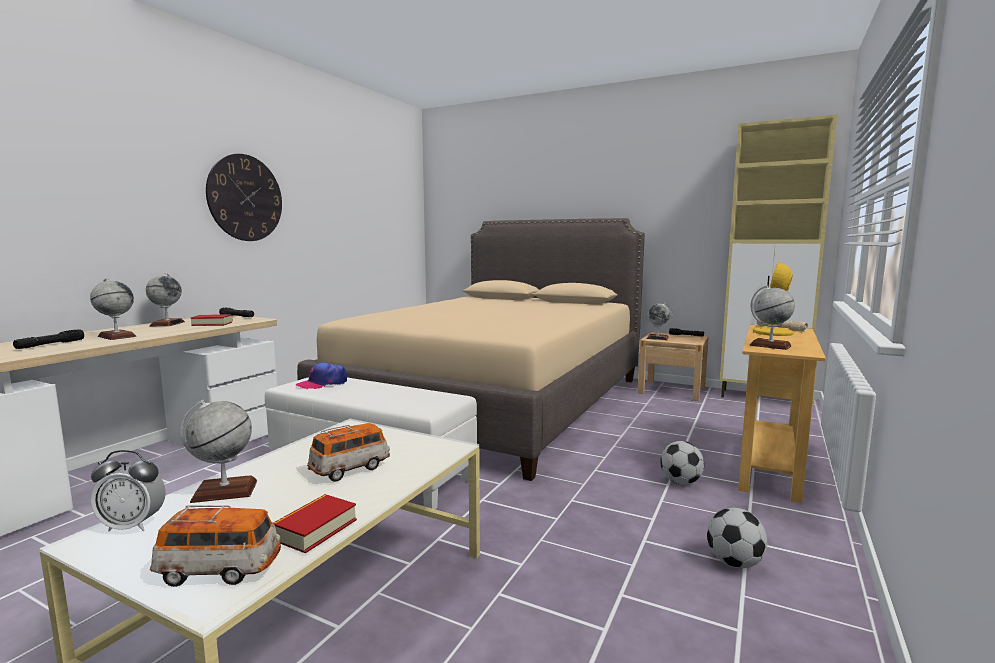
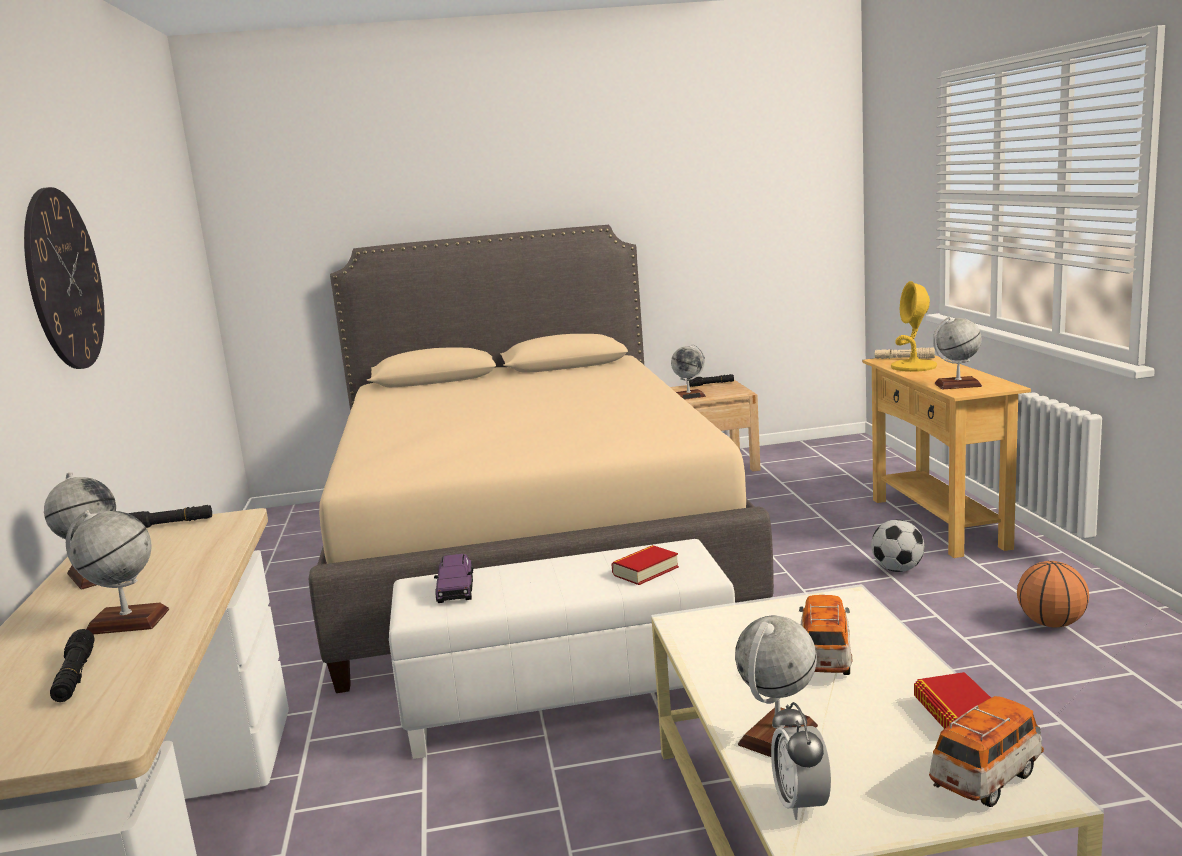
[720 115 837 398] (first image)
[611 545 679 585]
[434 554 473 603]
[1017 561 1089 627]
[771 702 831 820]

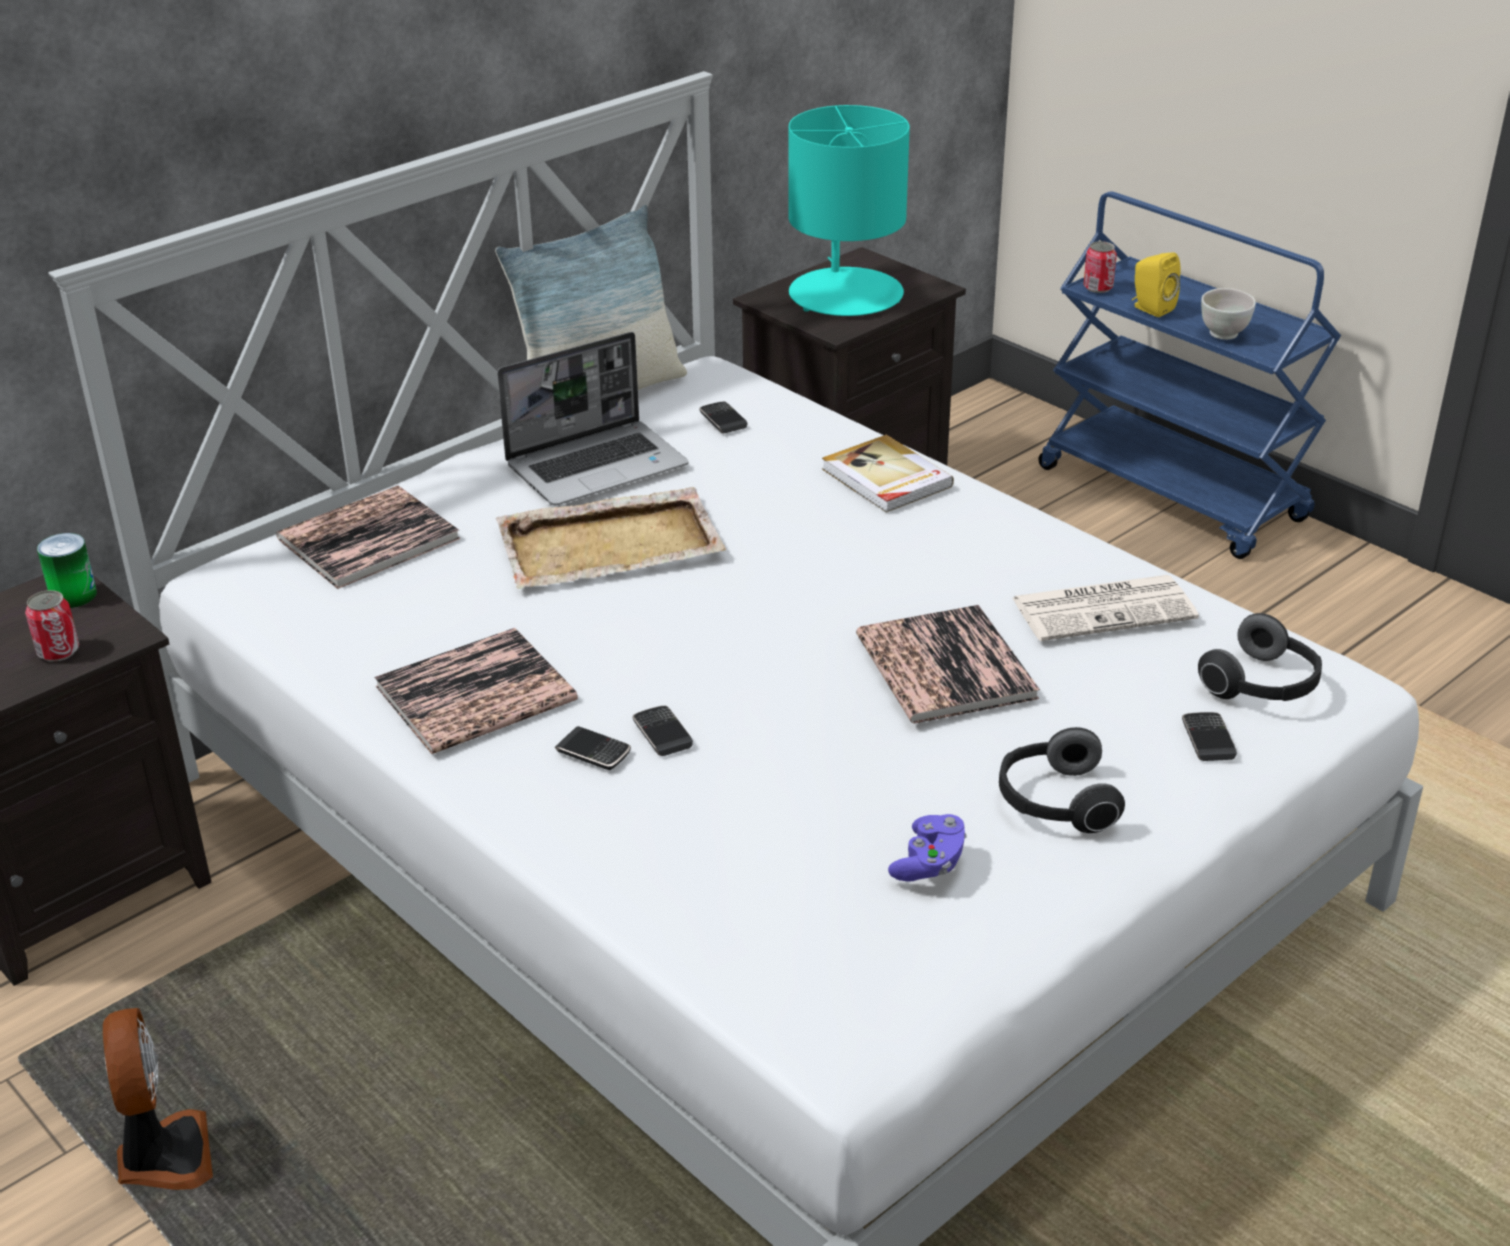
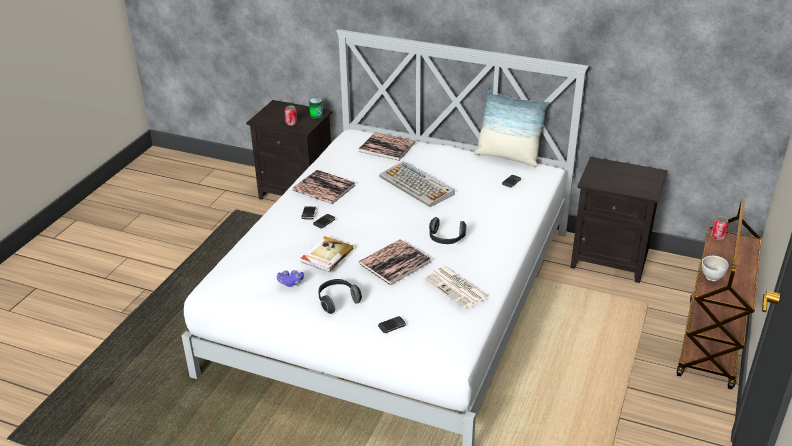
[103 1008 213 1190] (first image)
[497 332 689 506] (first image)
[789 105 910 316] (first image)
[1132 252 1181 317] (first image)
[301 236 353 272]
[429 217 467 244]
[379 161 455 207]
[676 200 762 389]

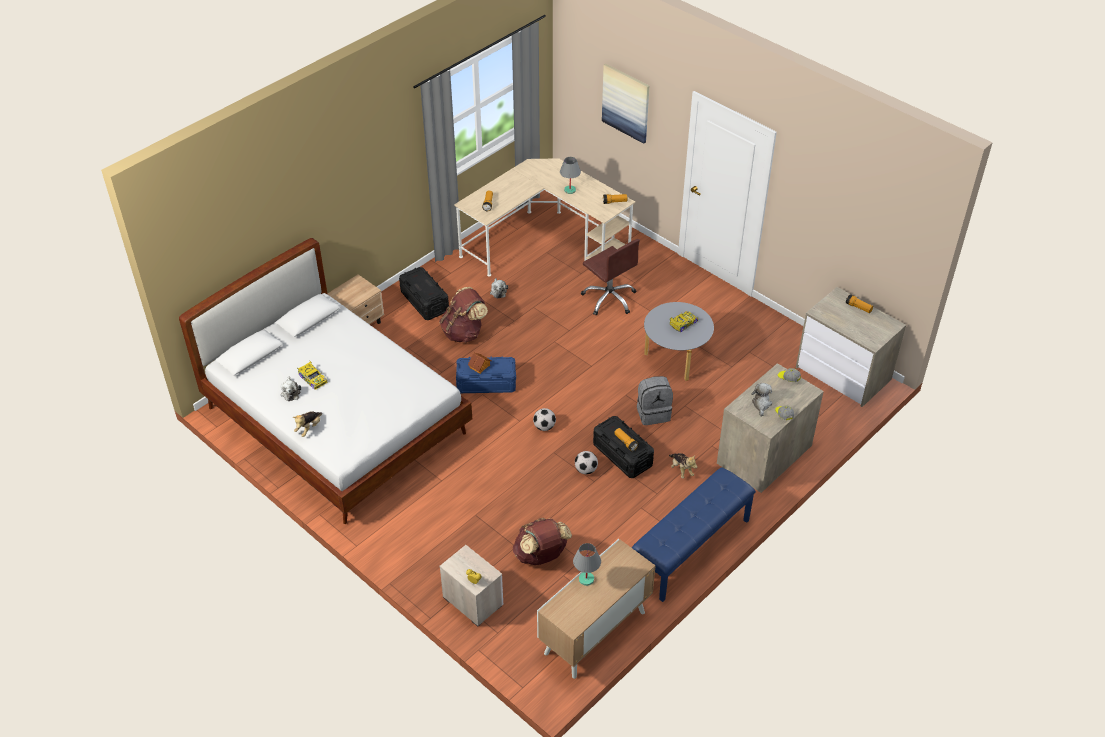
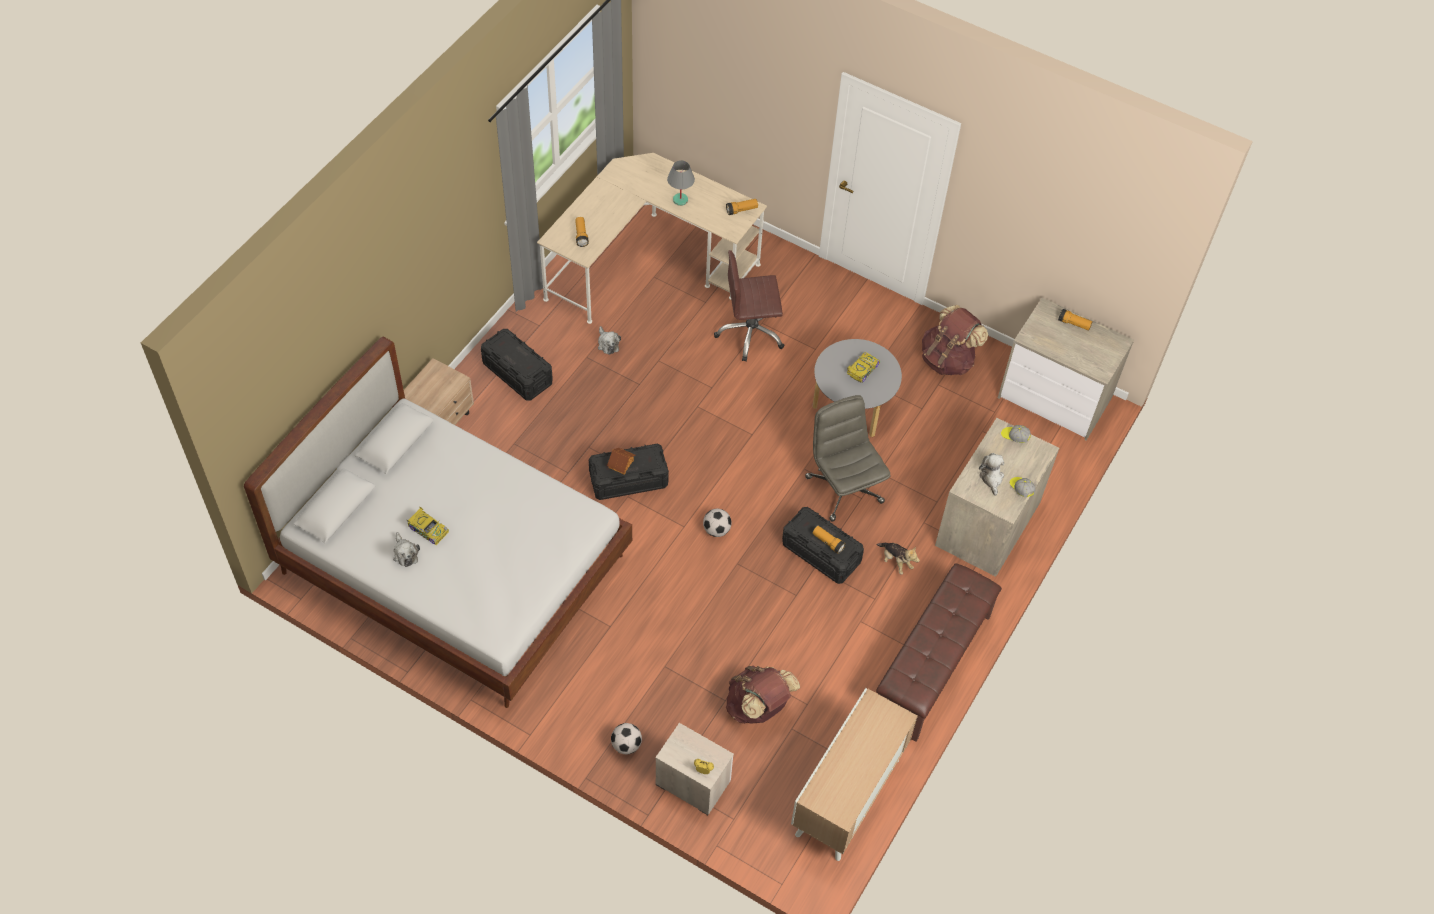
[293 411 322 437] (first image)
[573 543 601 586] (first image)
[602 64 649 144] (first image)
[922 305 988 376]
[611 723 642 754]
[805 395 890 522]
[589 444 669 500]
[876 564 1002 742]
[714 250 785 362]

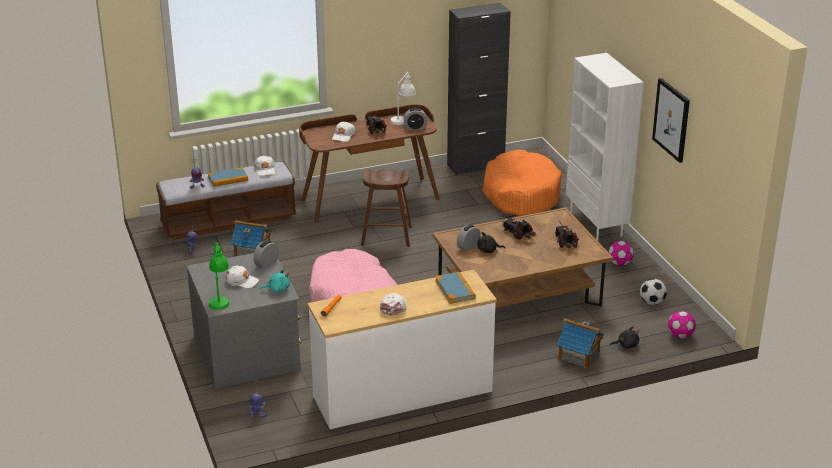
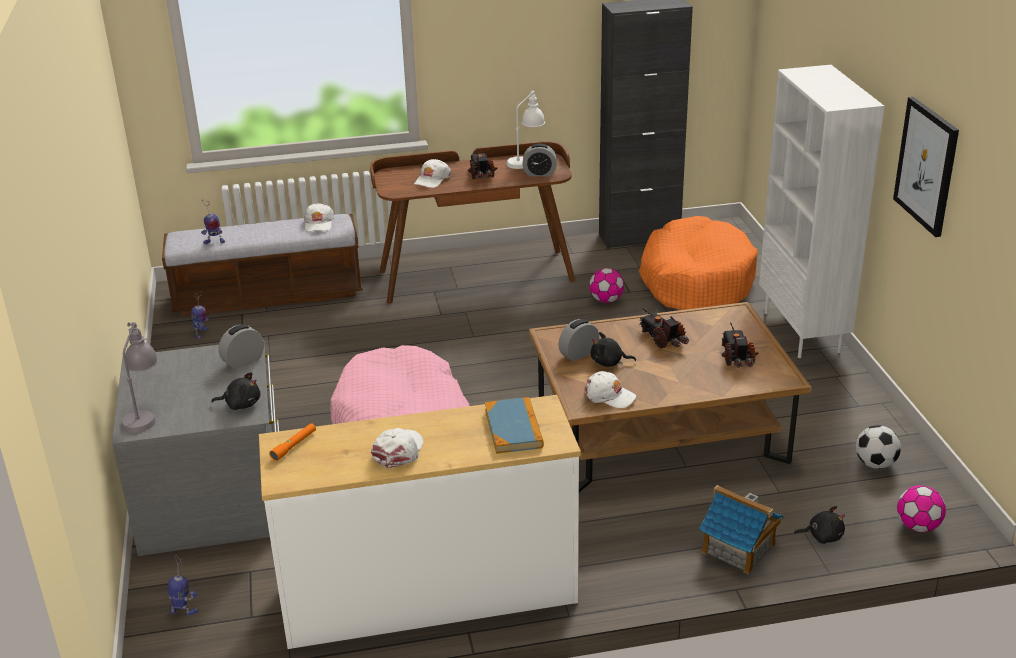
[208 167 248 187] (first image)
[230 220 272 257] (first image)
[361 169 412 247] (first image)
[584 371 636 408]
[589 268 624 303]
[121 322 159 433]
[211 372 261 410]

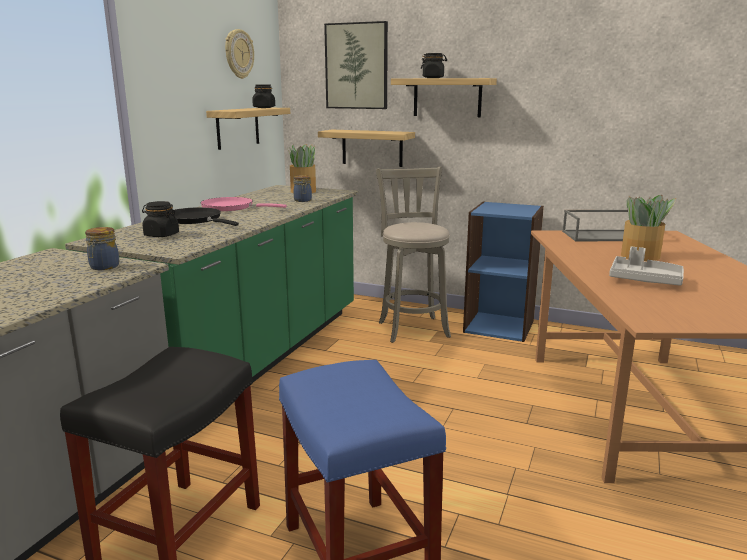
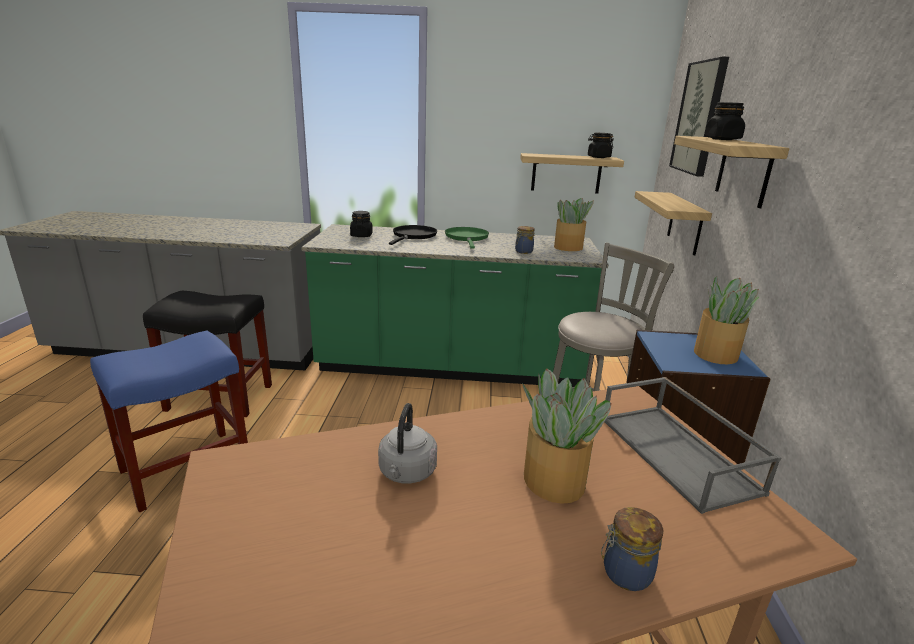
[225 29 254 79] (first image)
[694 276 759 364]
[601 507 663 591]
[378 403 437 484]
[445 227 489 249]

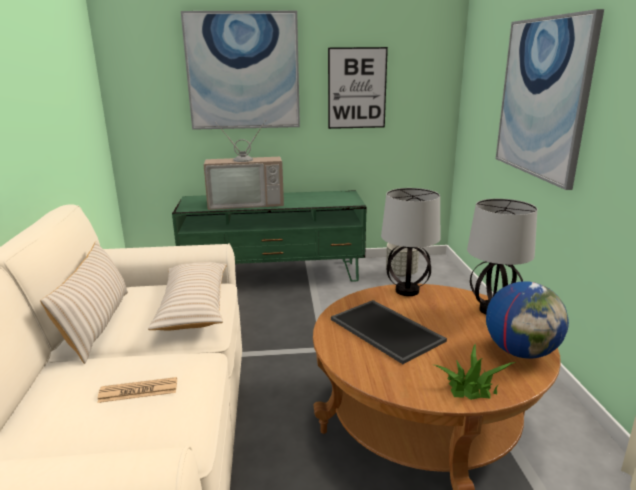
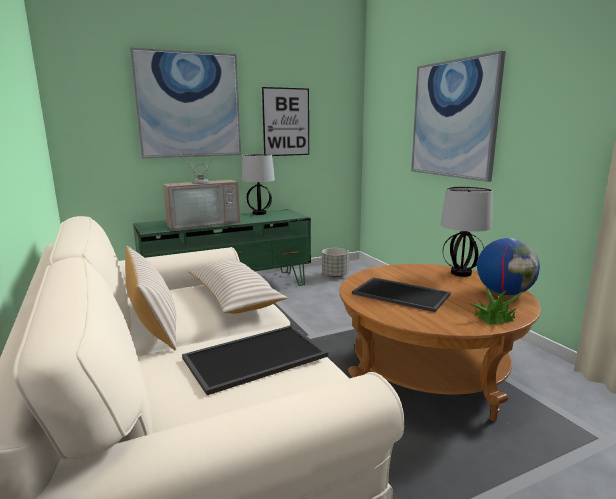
[242 154 275 215]
[182 325 328 395]

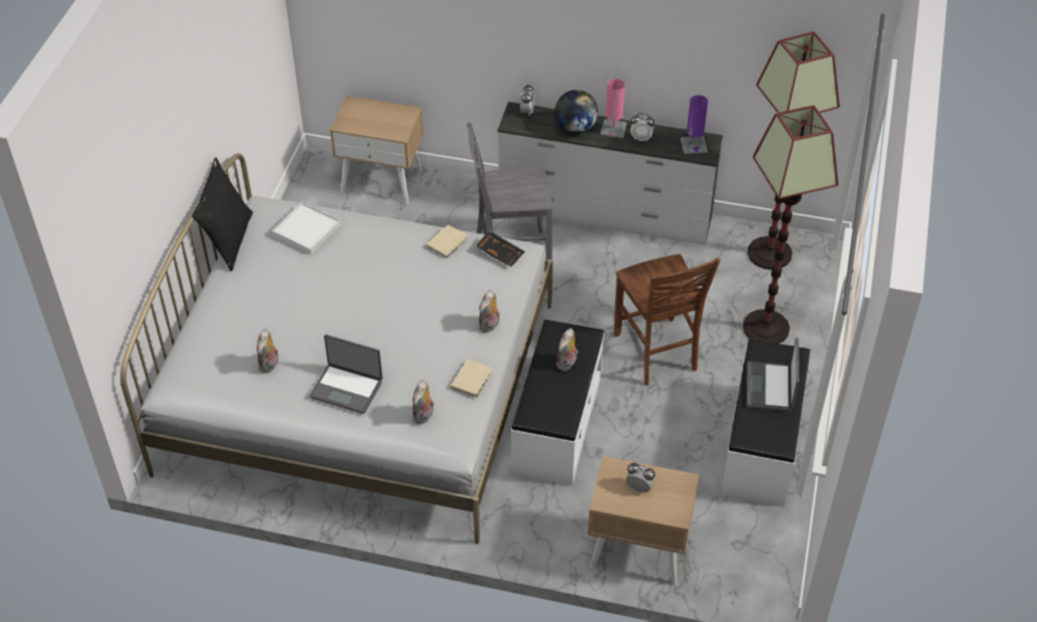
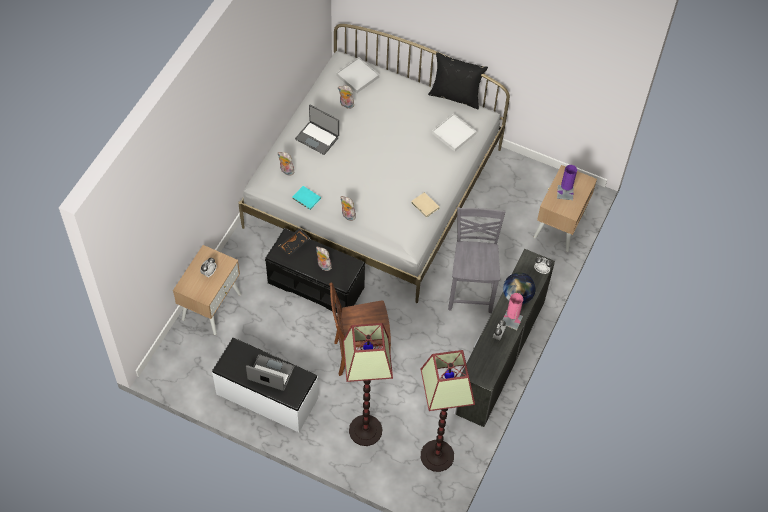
[336 57 379 93]
[279 228 310 256]
[557 165 577 200]
[292 186 321 210]
[265 228 365 313]
[295 105 339 155]

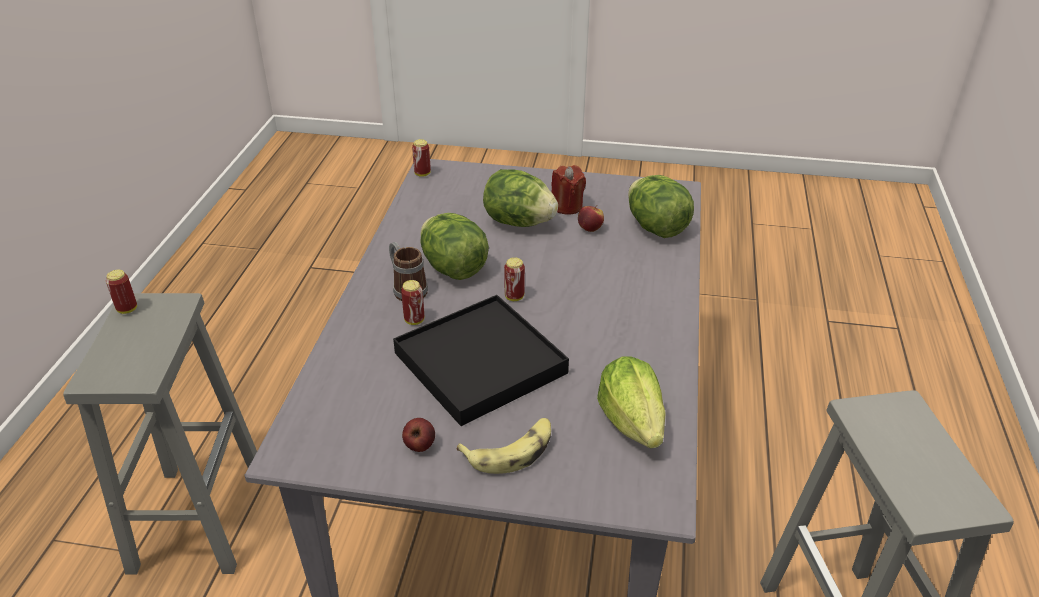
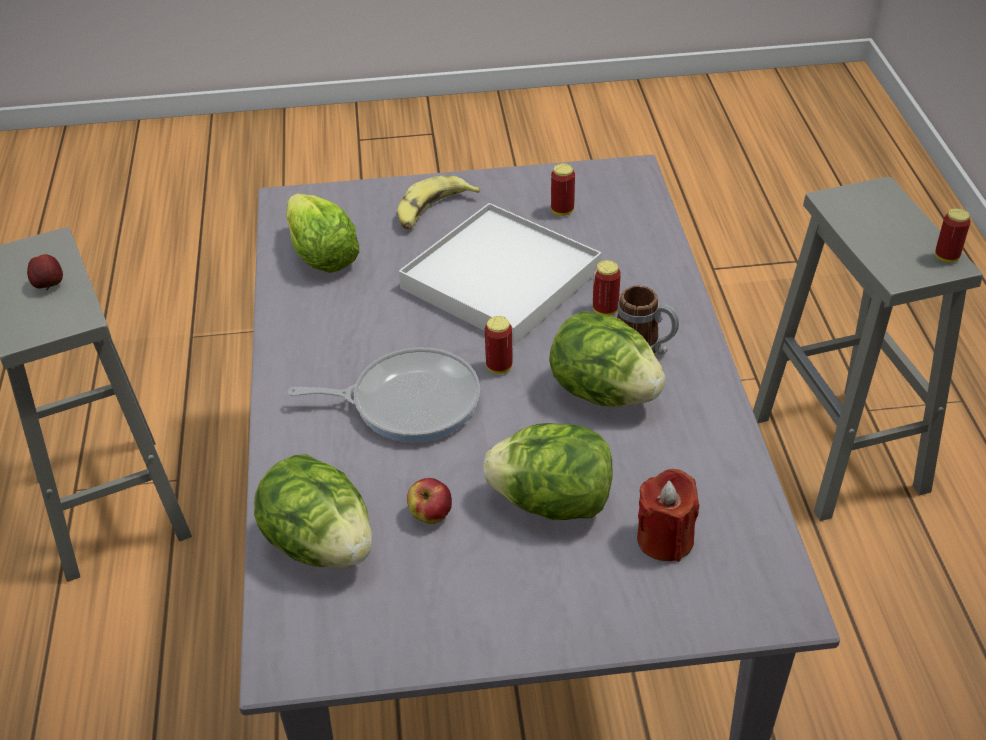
[288 347 480 442]
[27 254 63 290]
[551 163 575 216]
[637 469 699 562]
[399 203 602 346]

